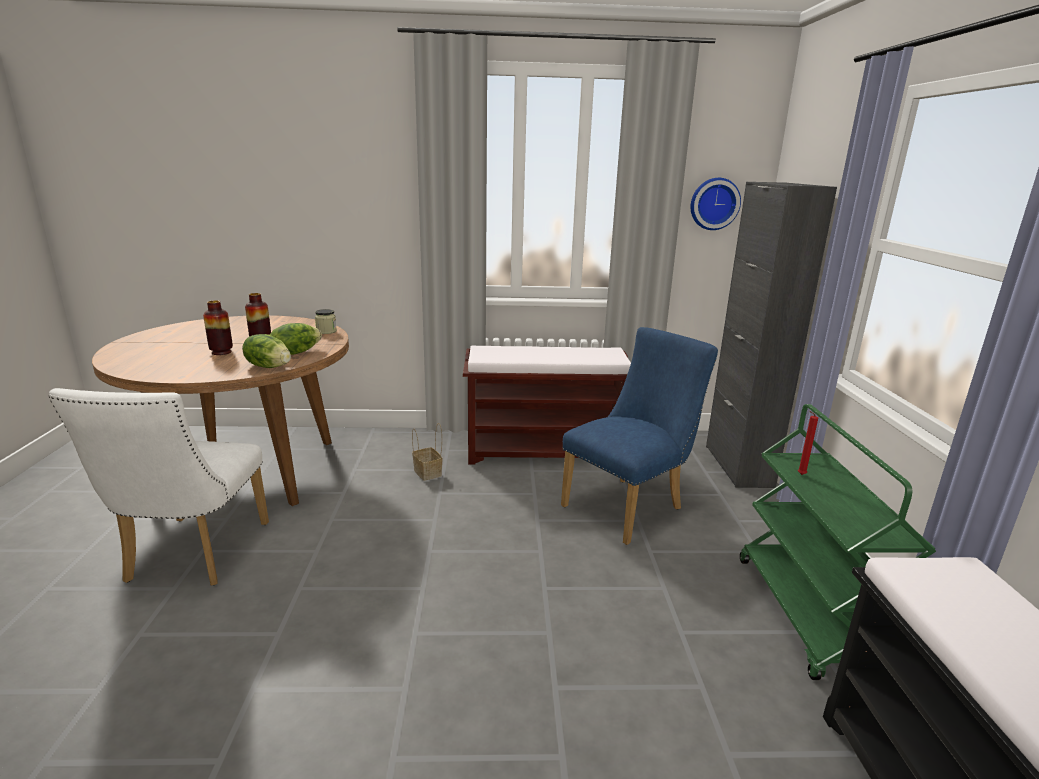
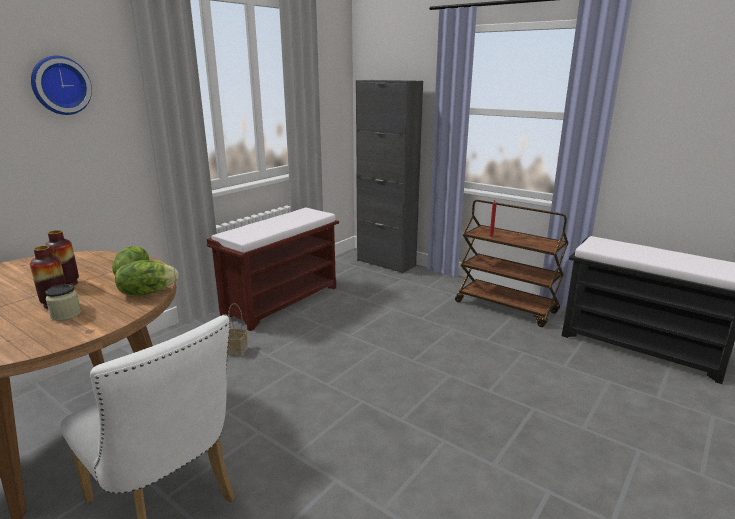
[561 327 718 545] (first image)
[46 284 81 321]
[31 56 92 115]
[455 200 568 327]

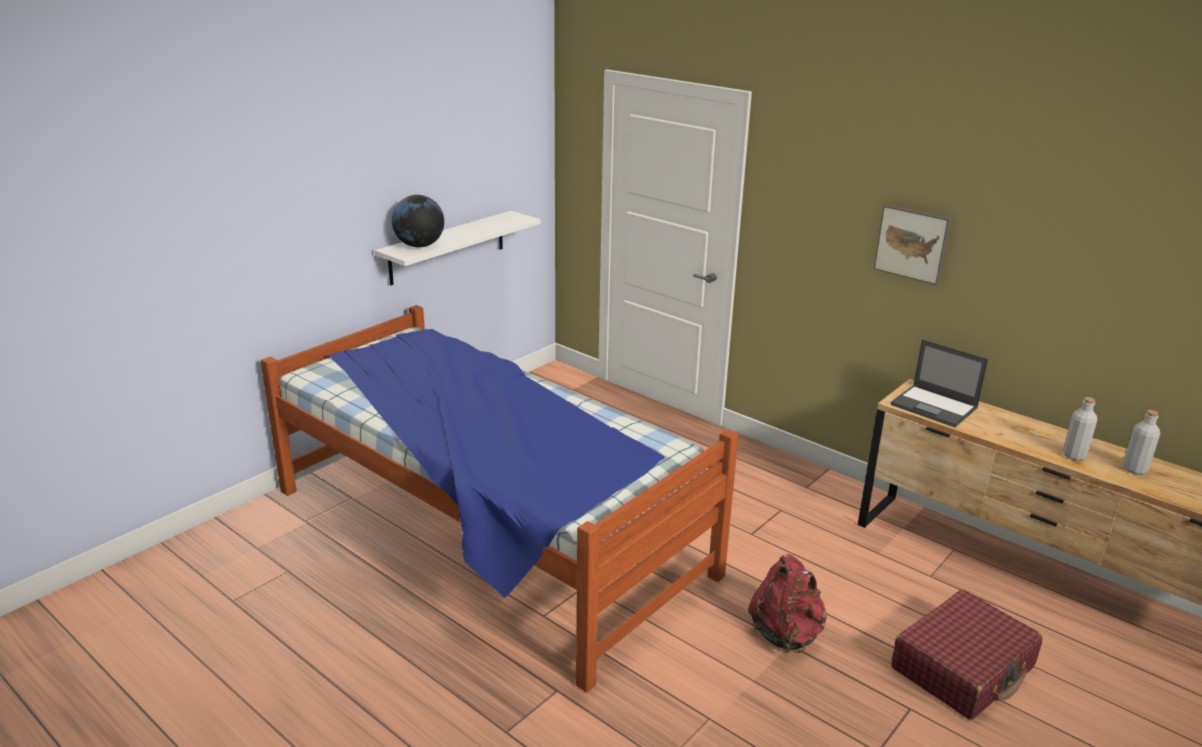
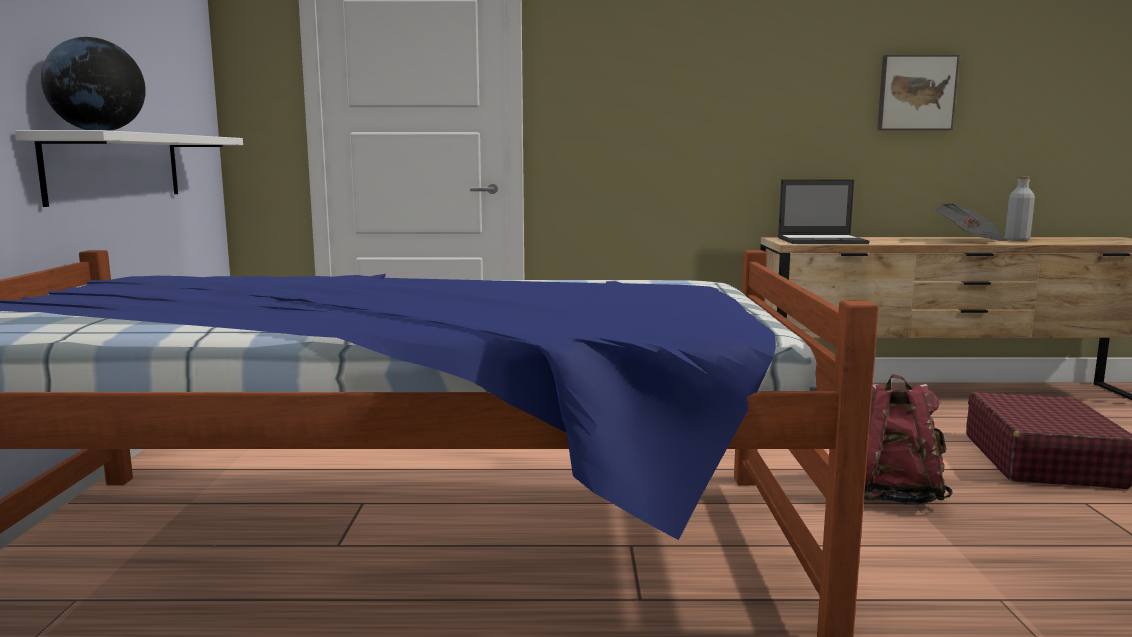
[877 55 960 130]
[935 203 1008 241]

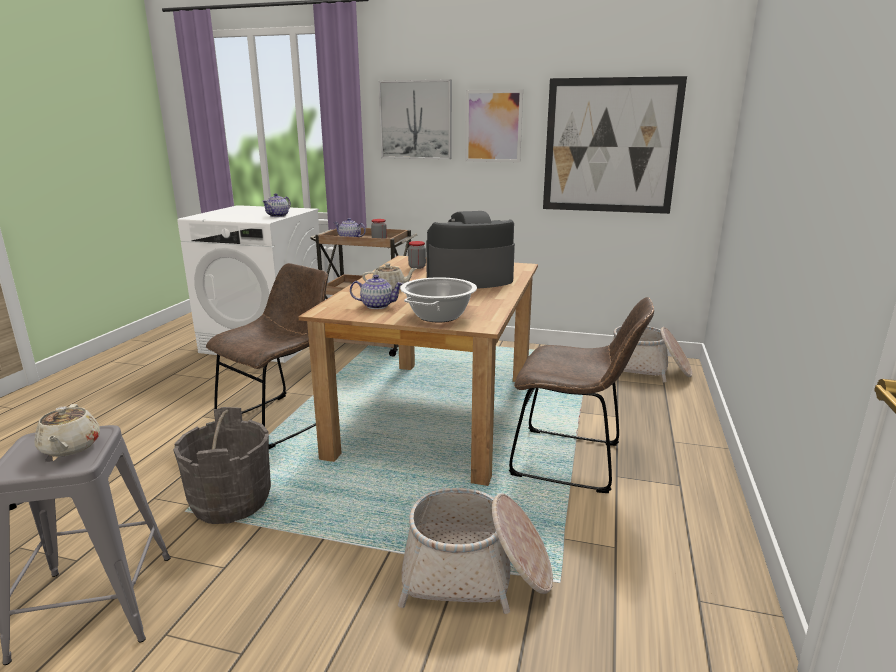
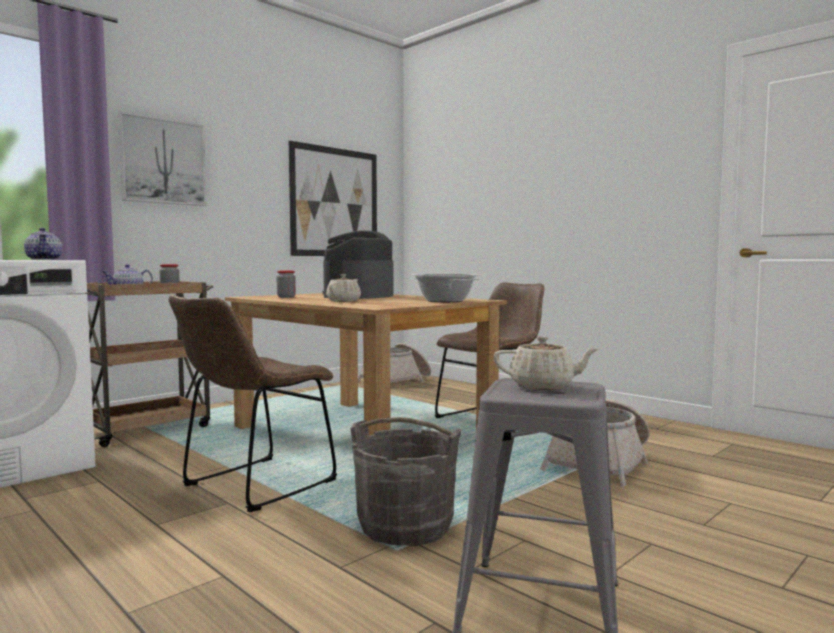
[350 275 404 309] (first image)
[465 89 523 162] (first image)
[169 295 337 512]

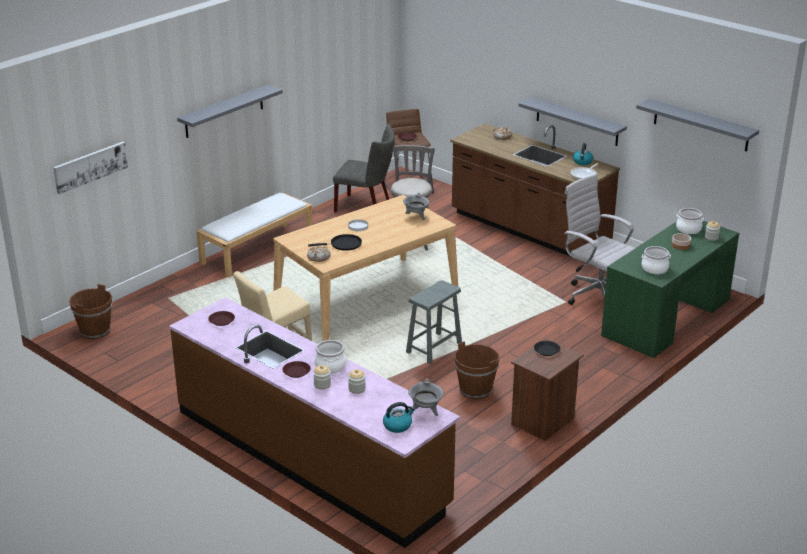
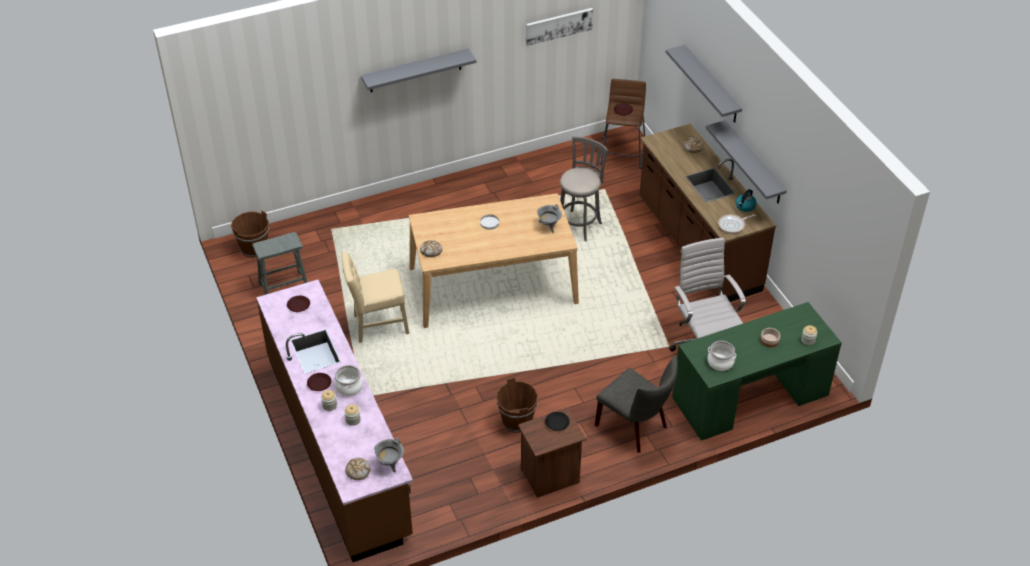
[197 193 313 278] (first image)
[308 234 362 251] (first image)
[676 208 704 234] (first image)
[526 8 593 46]
[595 356 678 453]
[252 232 307 295]
[666 45 742 123]
[345 458 370 480]

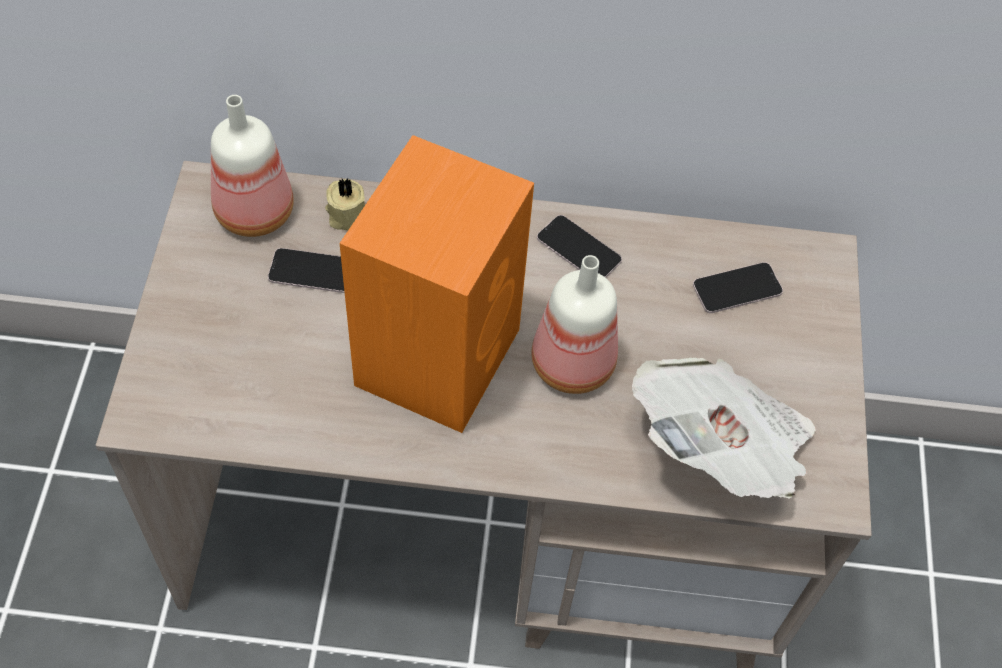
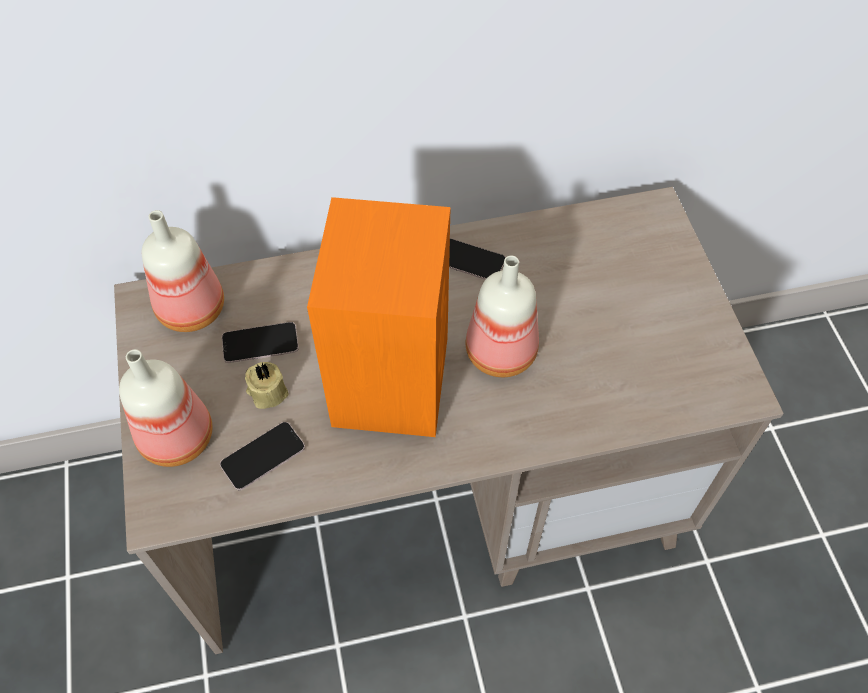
[632 358 816 499] (first image)
[119 349 212 467]
[245 362 289 409]
[220 422 305 490]

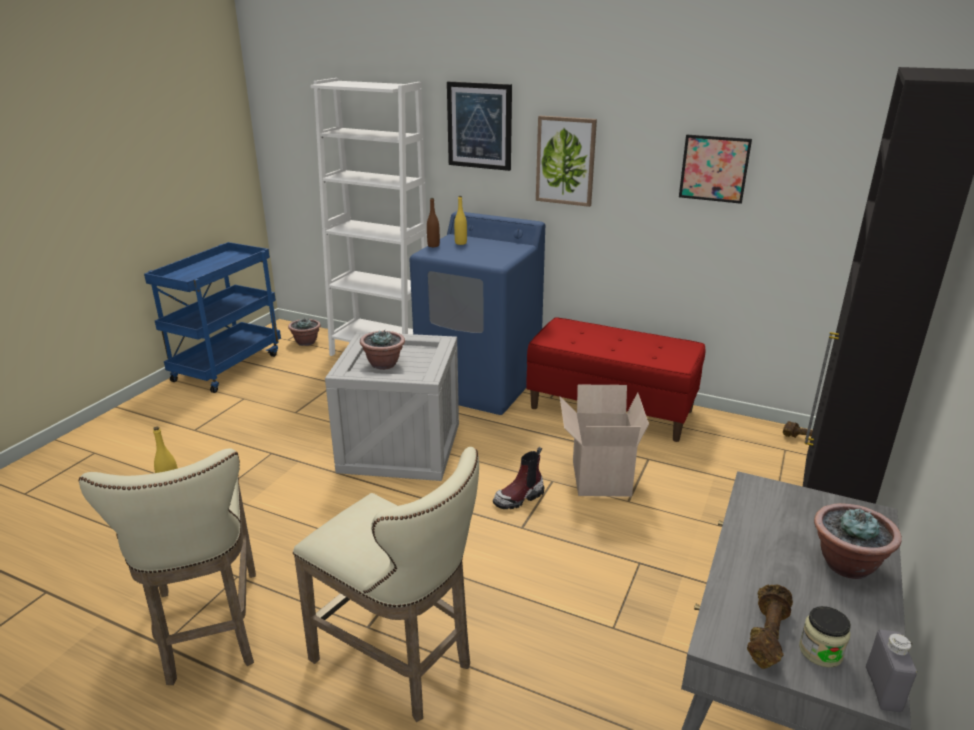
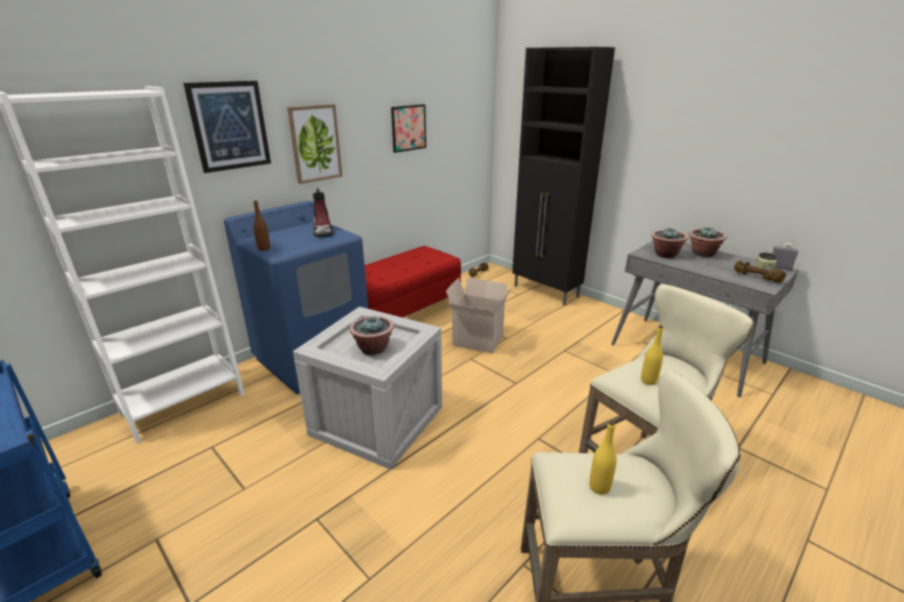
[651 228 688 258]
[641 326 663 385]
[313 188 334 237]

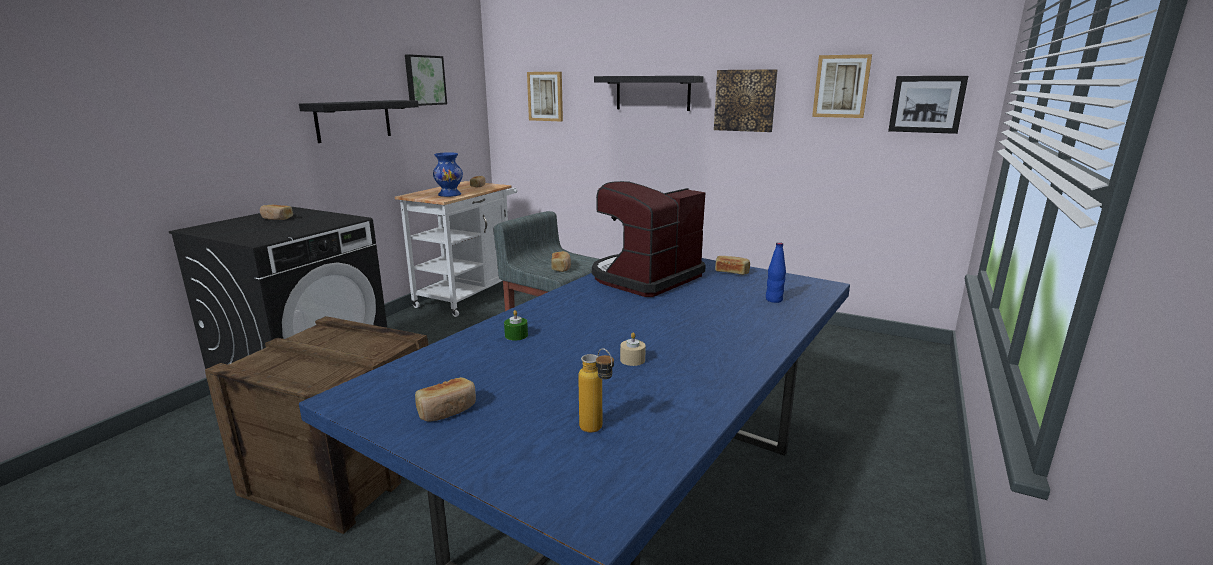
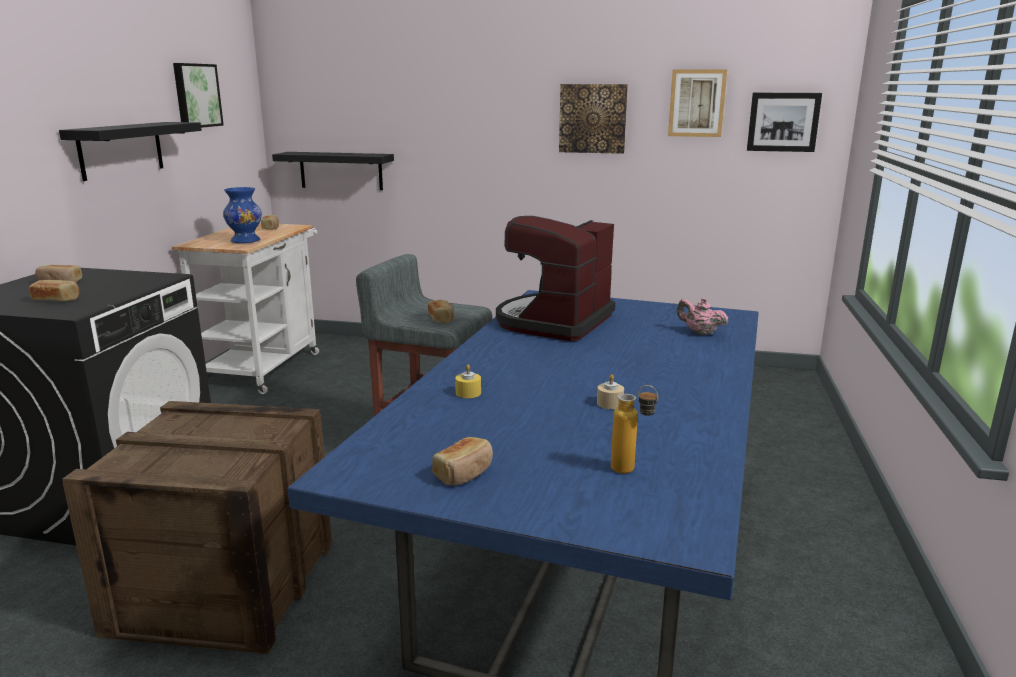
[527 72 563 121] (first image)
[272 152 394 190]
[29 280 79 301]
[677 298 728 336]
[455 365 481 398]

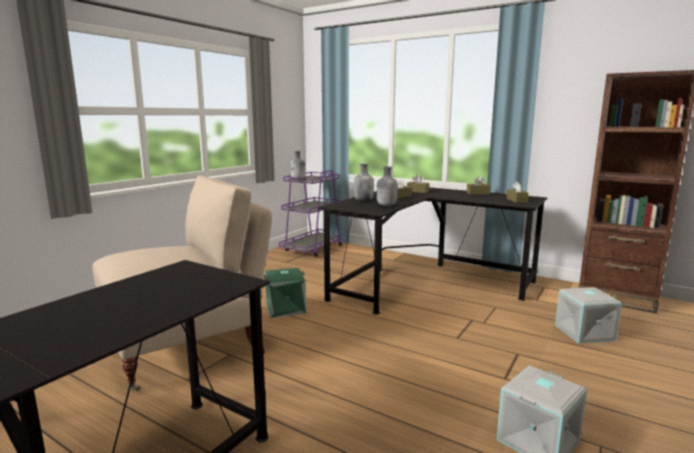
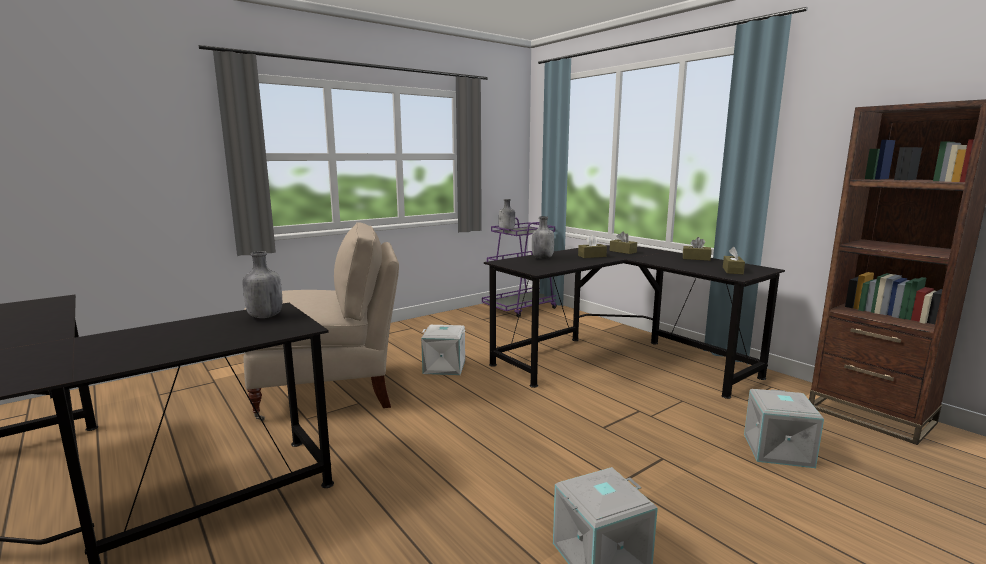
[243 251 282 318]
[421 325 465 375]

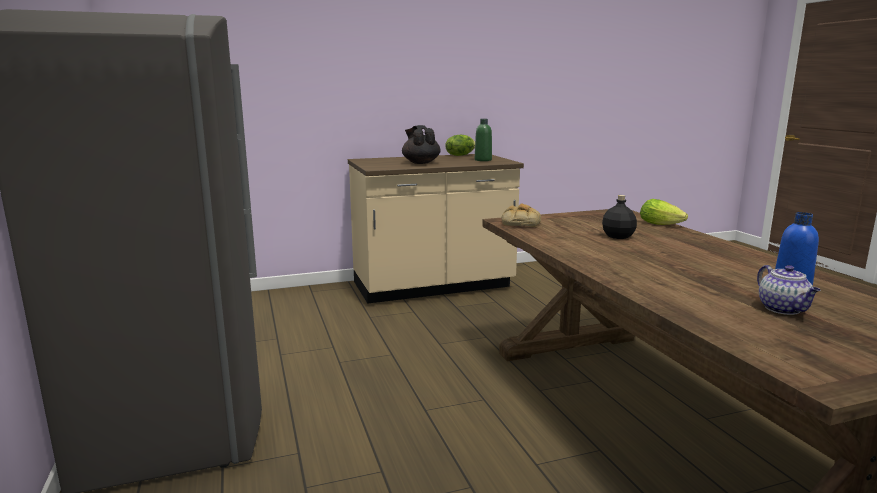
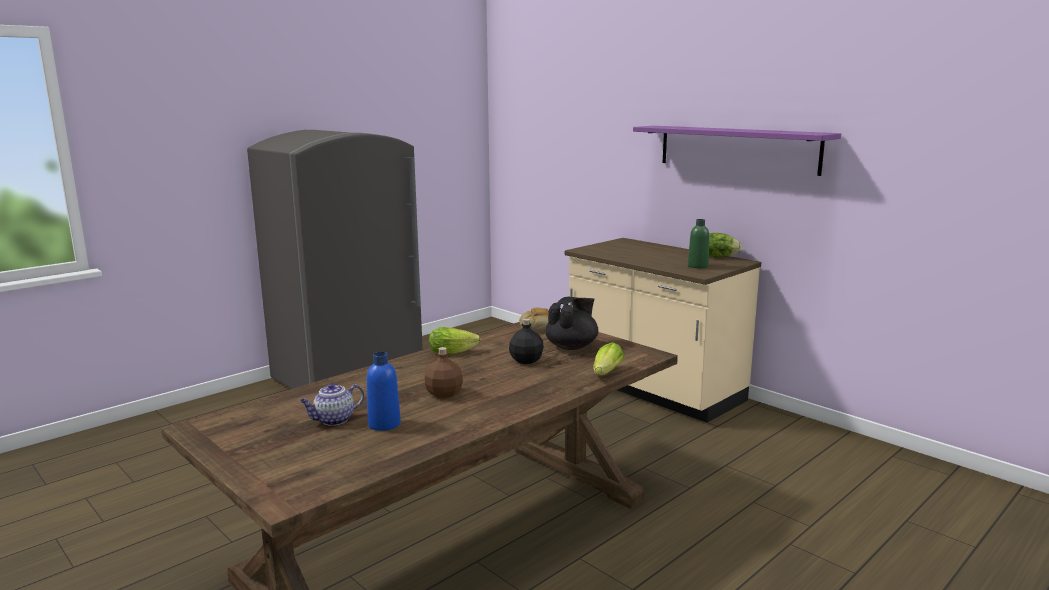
[425 347 463 398]
[429 327 480 354]
[633 126 841 176]
[545 297 598 350]

